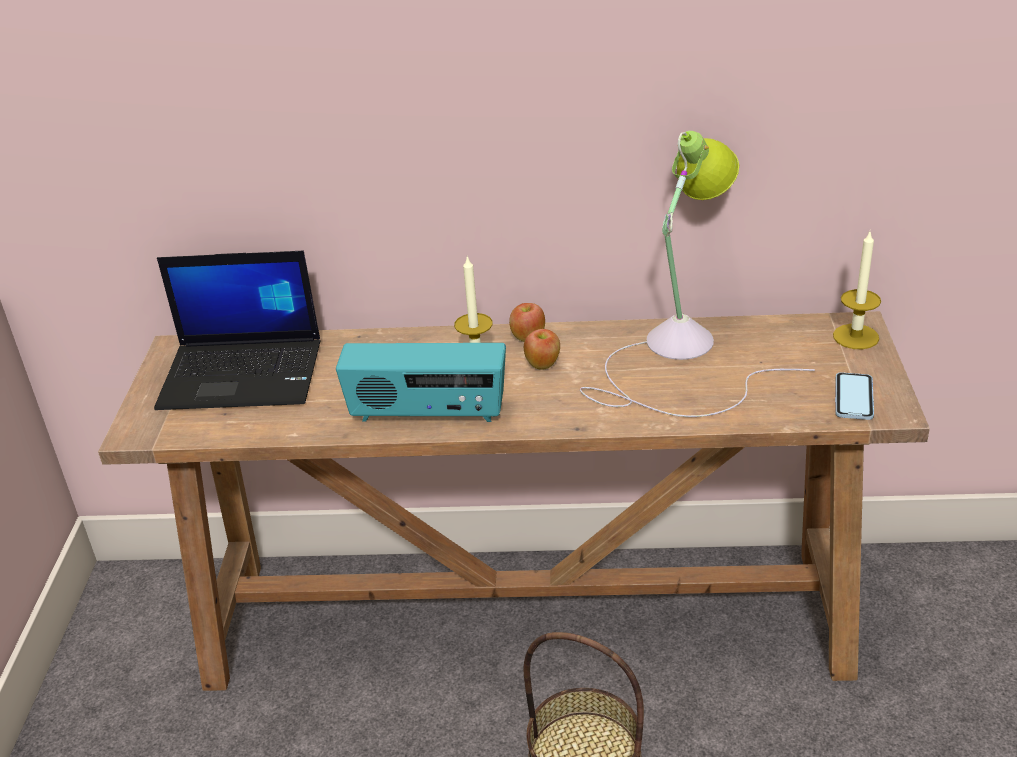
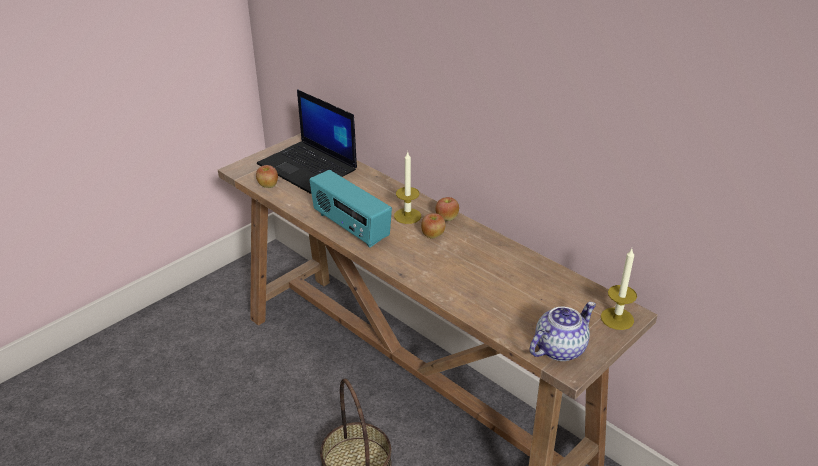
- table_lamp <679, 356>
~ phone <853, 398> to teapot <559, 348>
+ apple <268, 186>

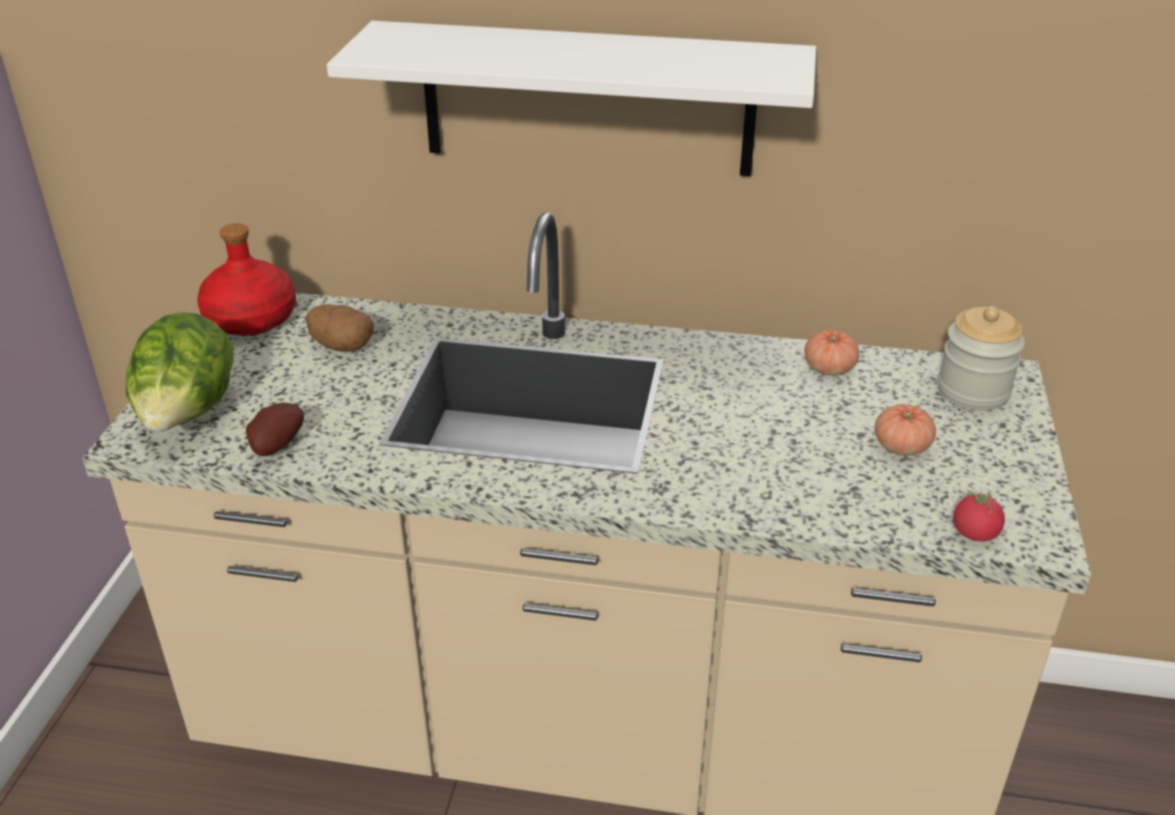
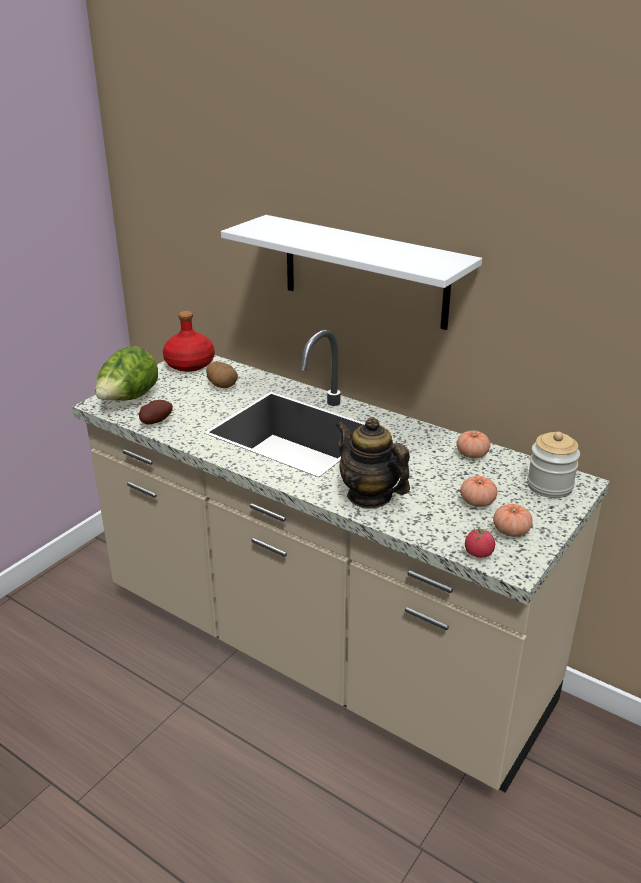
+ teapot <369, 496>
+ tomato <511, 531>

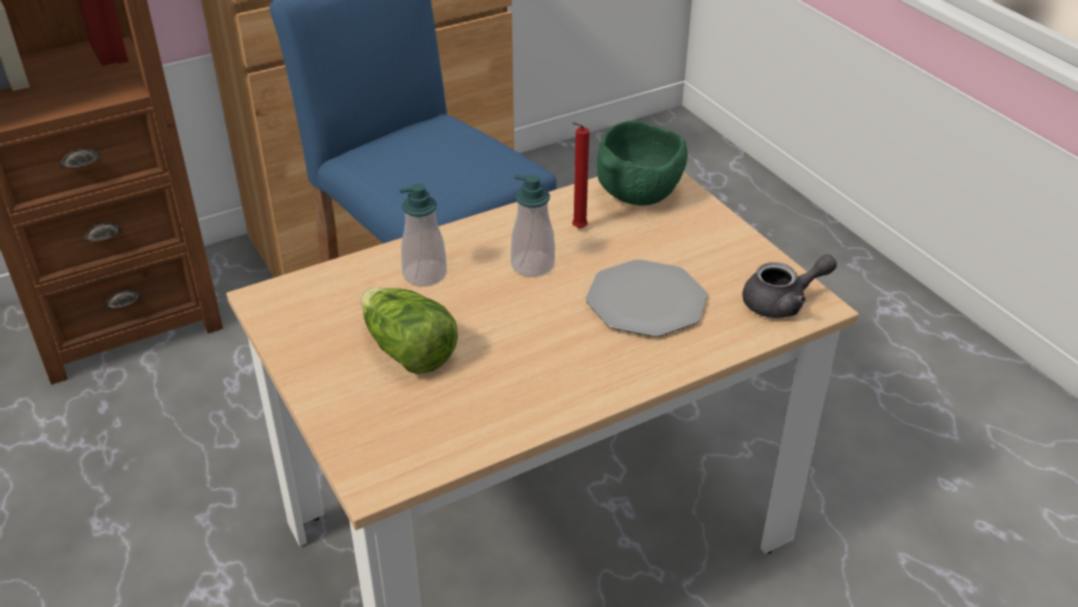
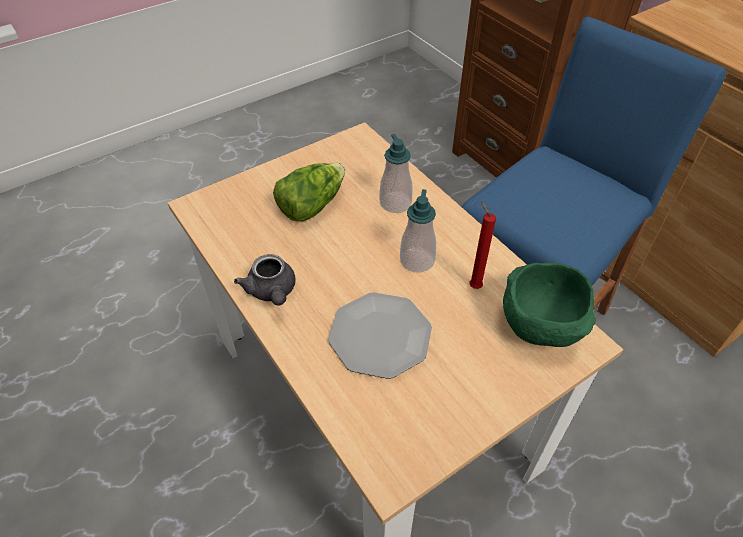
~ grey_teapot <782, 302> to <272, 292>

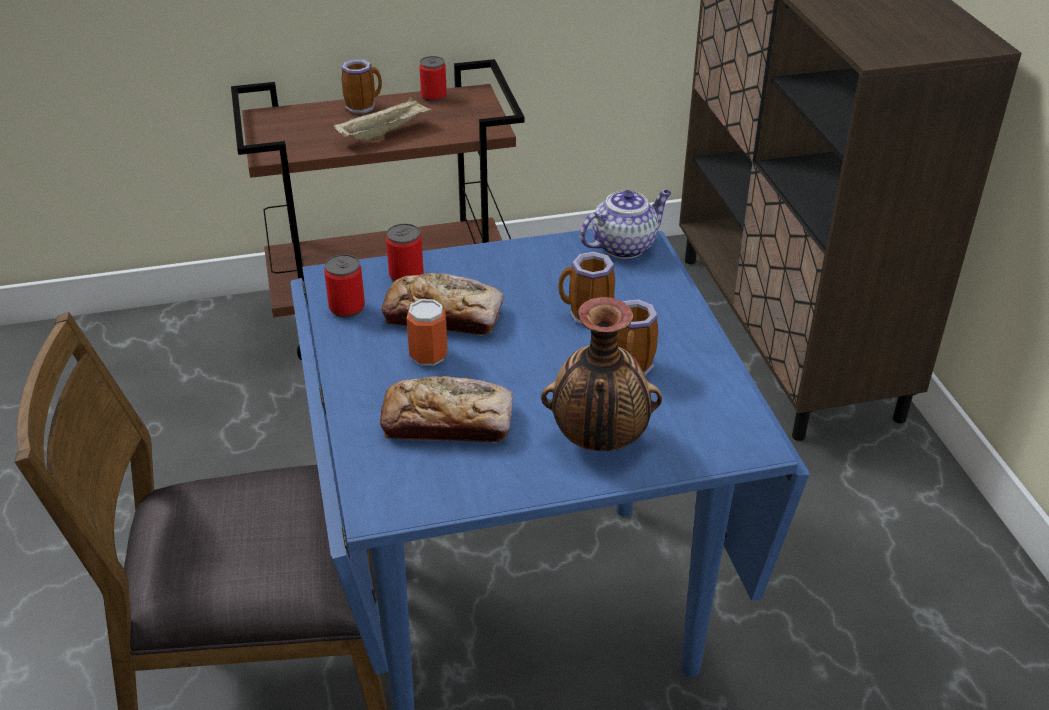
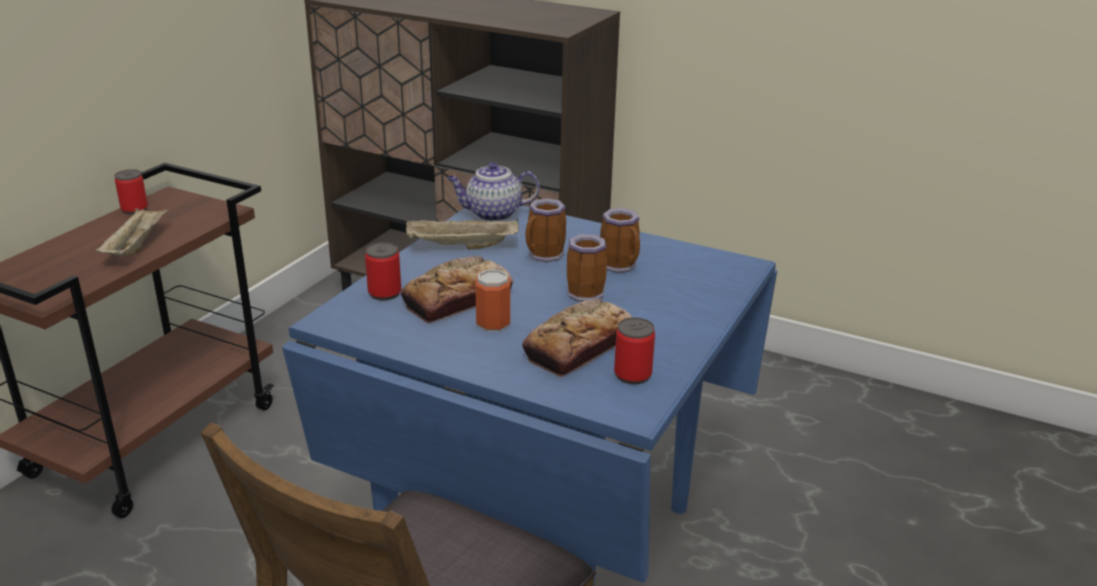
~ can <347, 308> to <632, 375>
~ mug <363, 106> to <585, 292>
- vase <599, 440>
~ teapot <624, 245> = <492, 214> 105 degrees counterclockwise
+ beige_tray <461, 247>

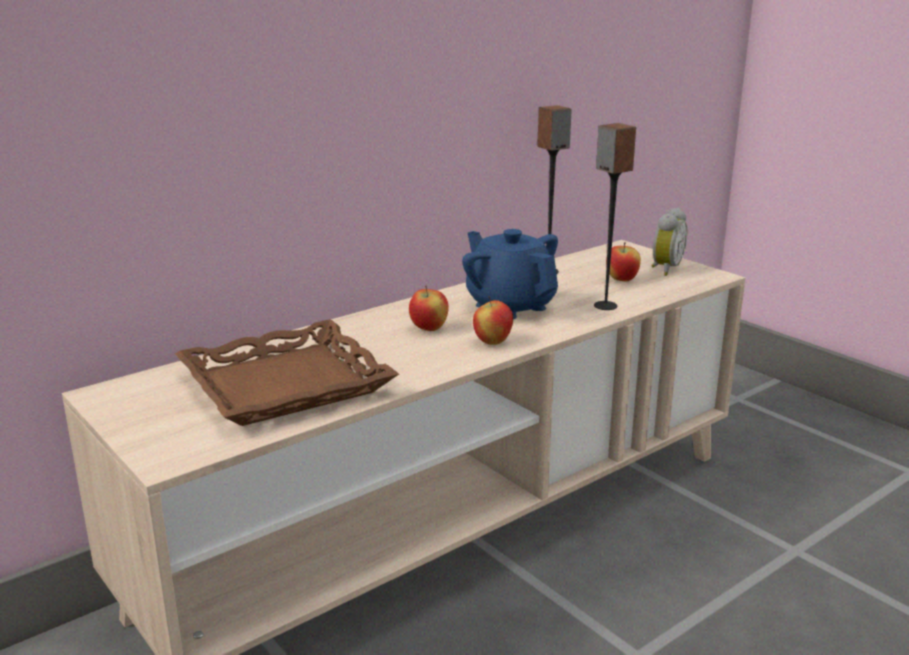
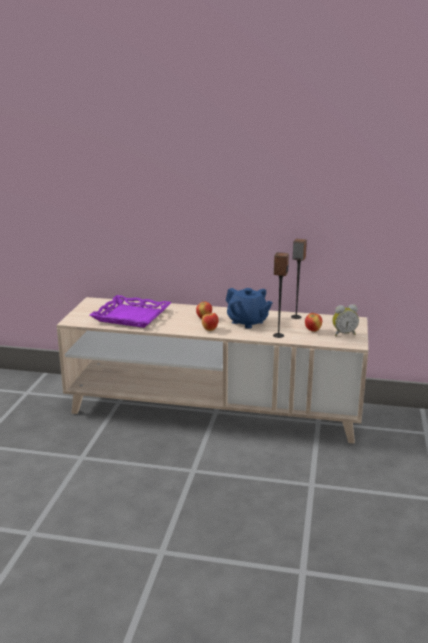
~ brown_tray <286, 385> to purple_tray <131, 316>
~ blue_teapot <510, 306> = <247, 322> 120 degrees clockwise

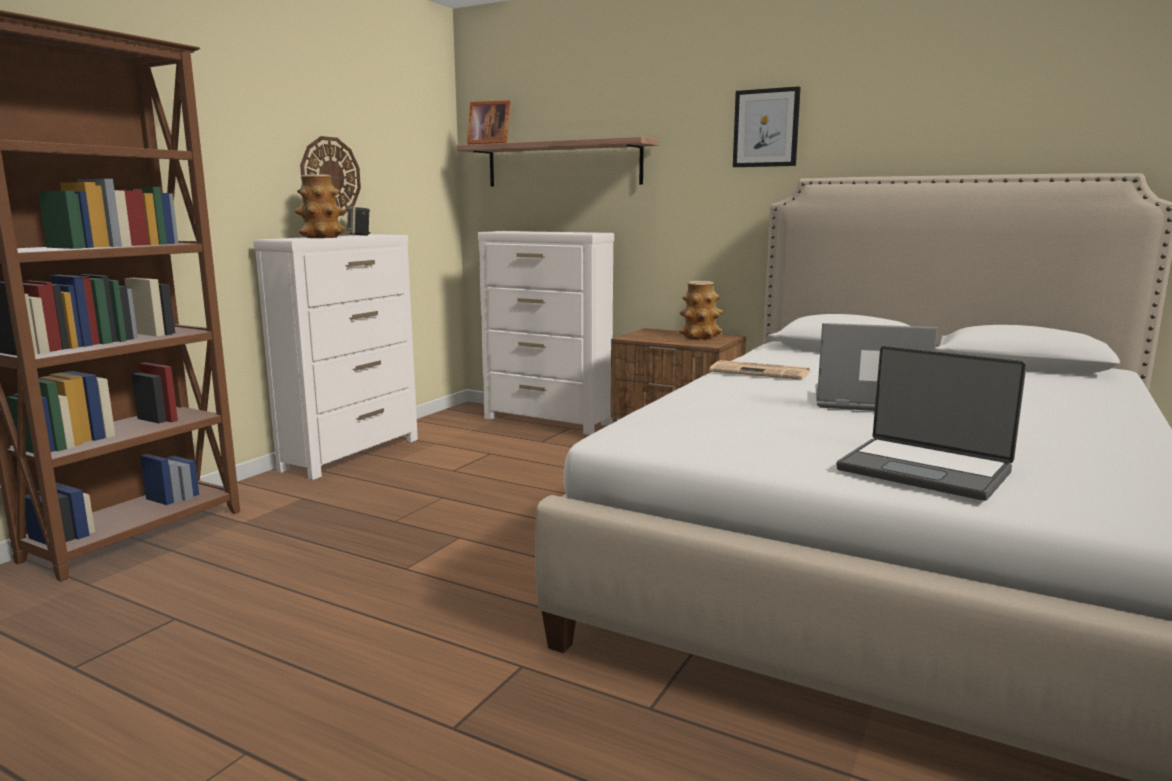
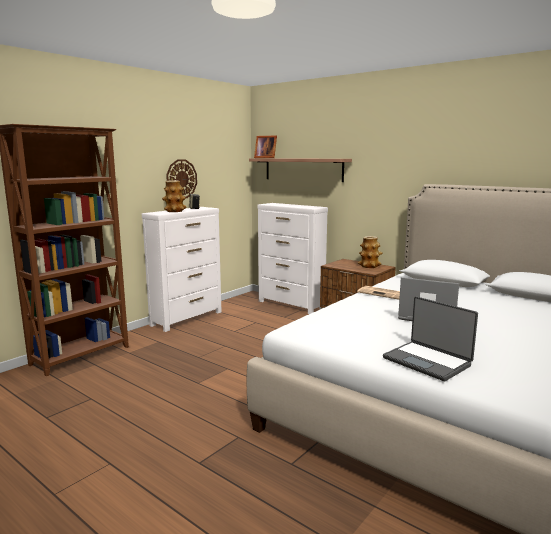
- picture <766, 128>

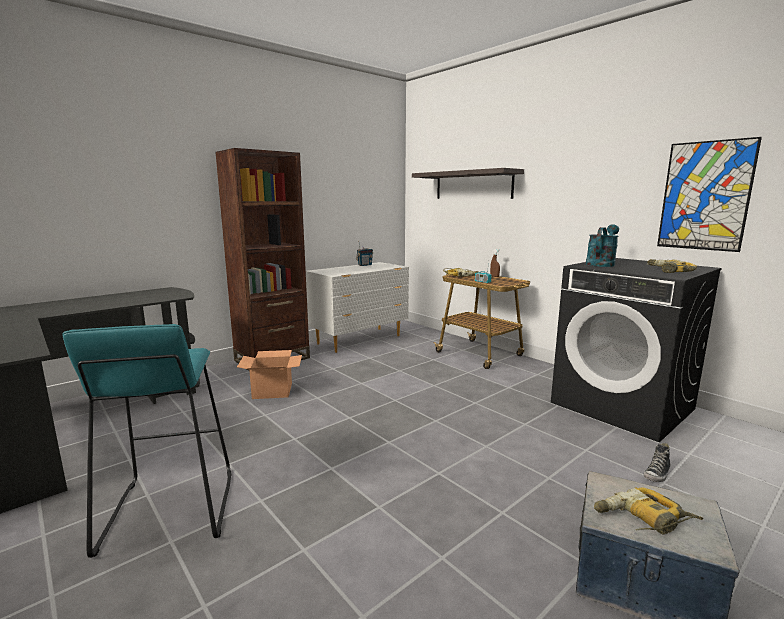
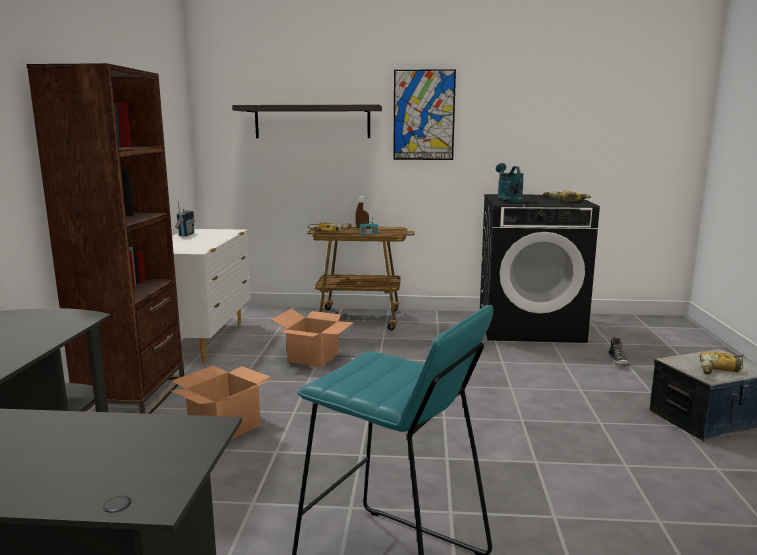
~ picture <705, 196> to <424, 115>
+ cardboard_box <313, 357>

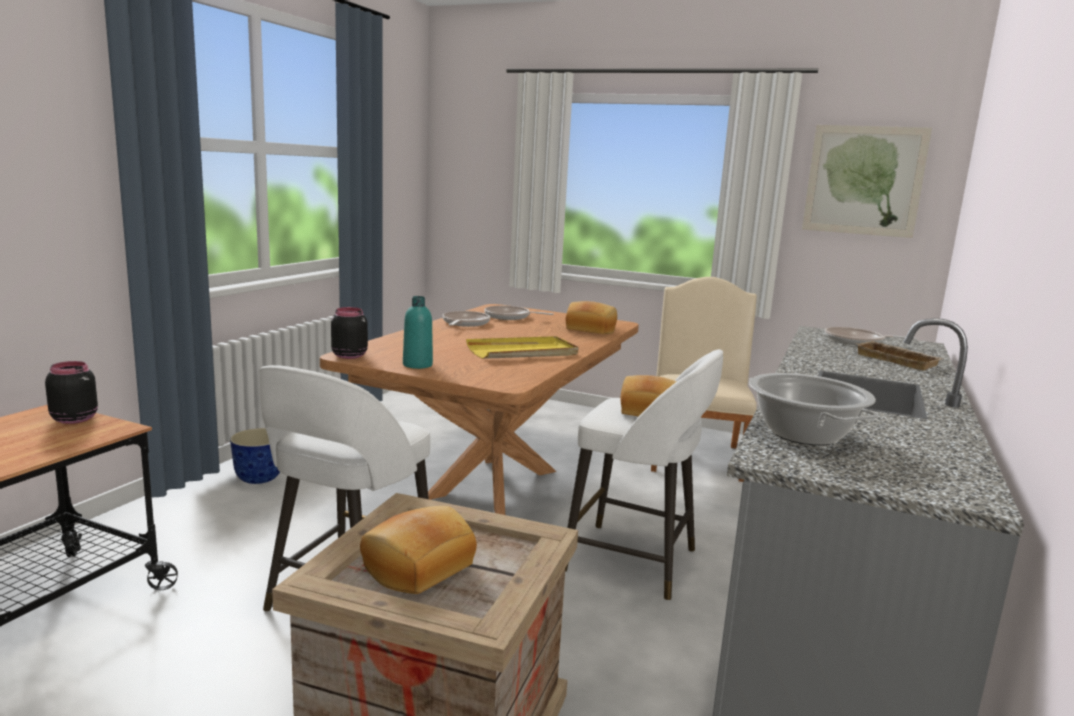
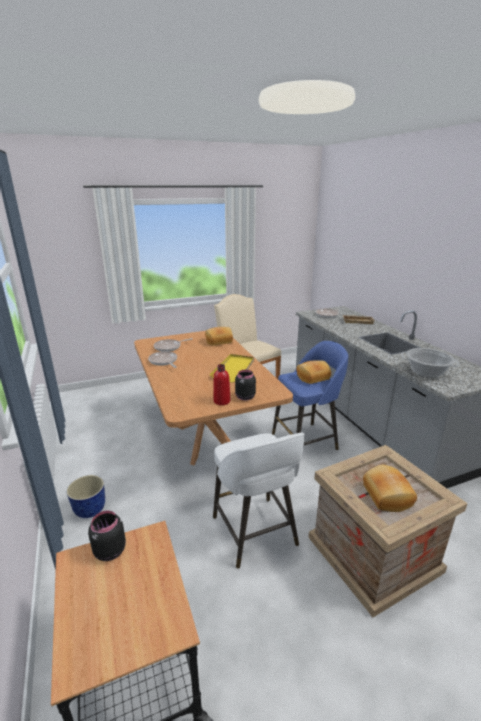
~ black_jar <348, 355> to <244, 397>
~ turquoise_bottle <417, 365> to red_bottle <222, 401>
~ white_stool <634, 561> to blue_stool <306, 441>
- picture <864, 180>

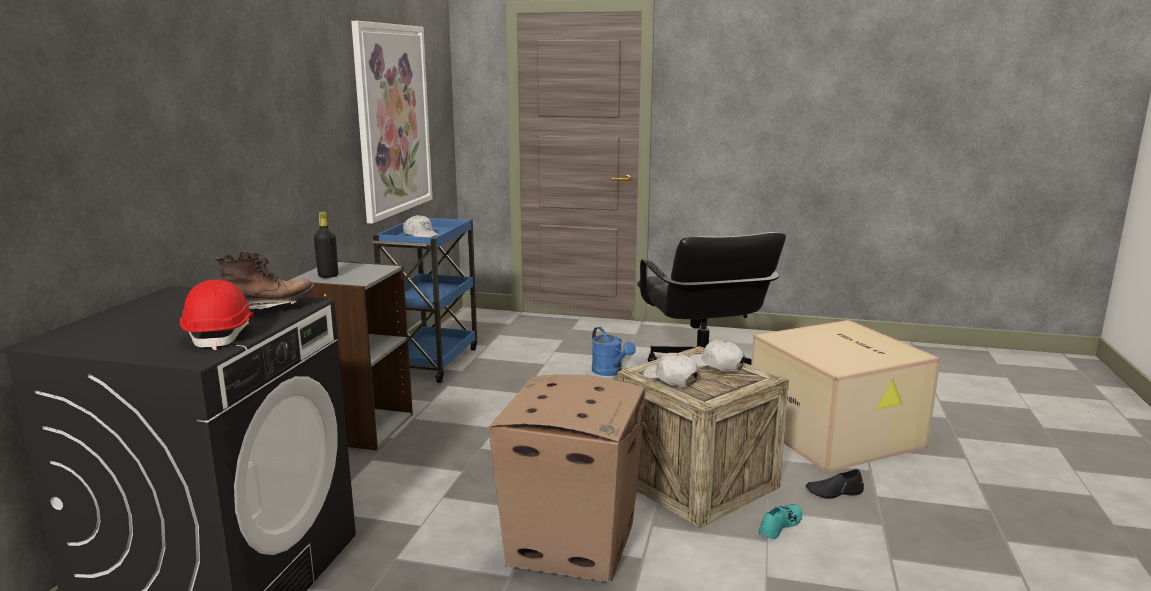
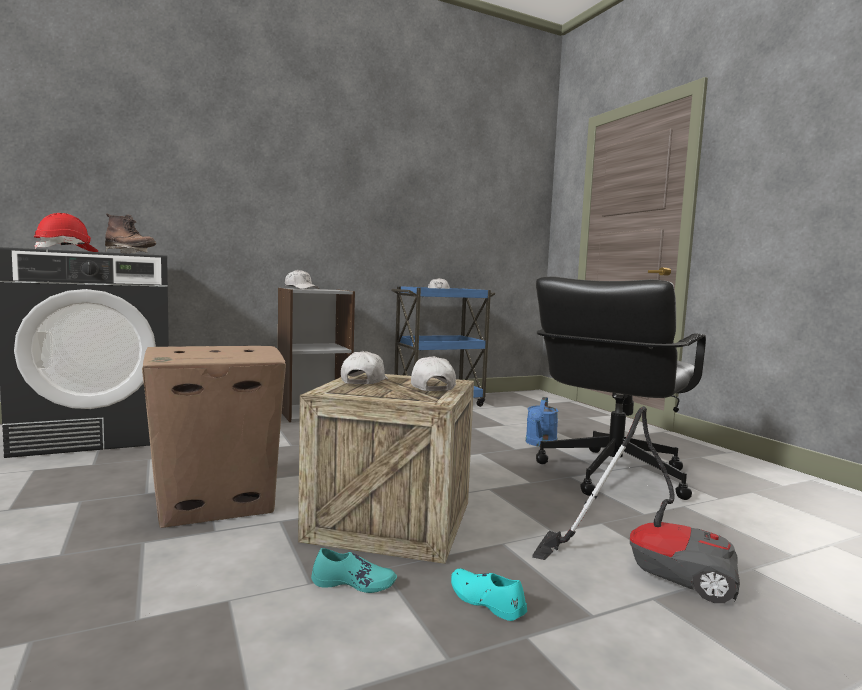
~ black_bottle <328, 276> to white_cap <301, 288>
- picture <392, 120>
~ cardboard_box <837, 433> to vacuum_cleaner <651, 569>
~ black_shoe <834, 492> to turquoise_shoe <485, 601>

